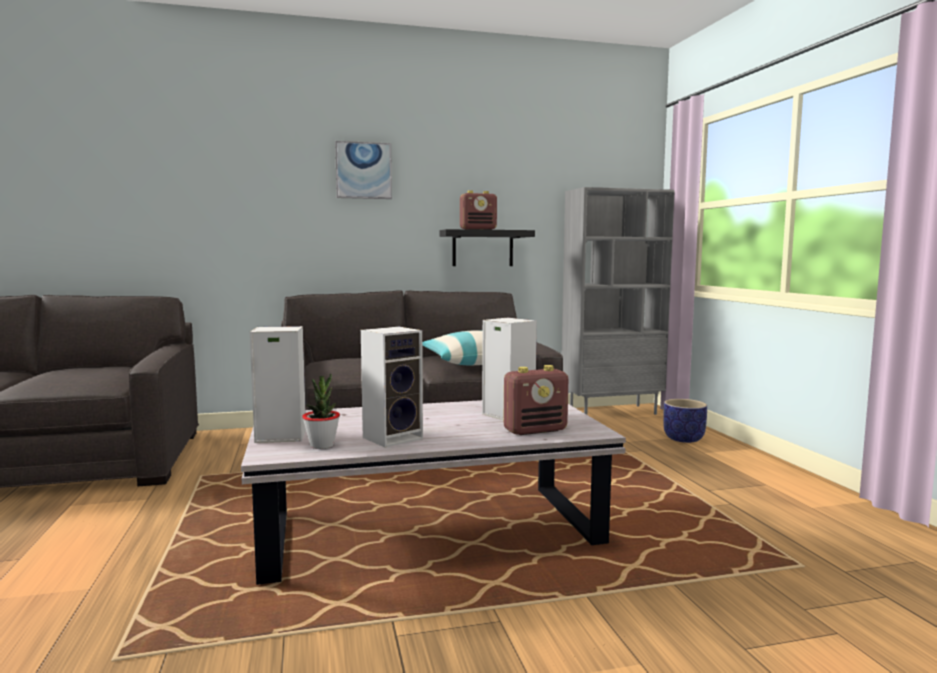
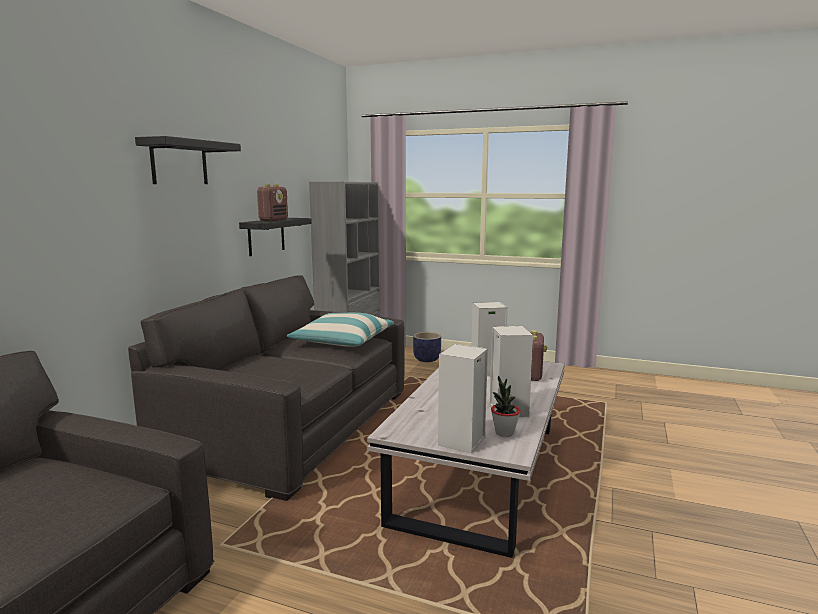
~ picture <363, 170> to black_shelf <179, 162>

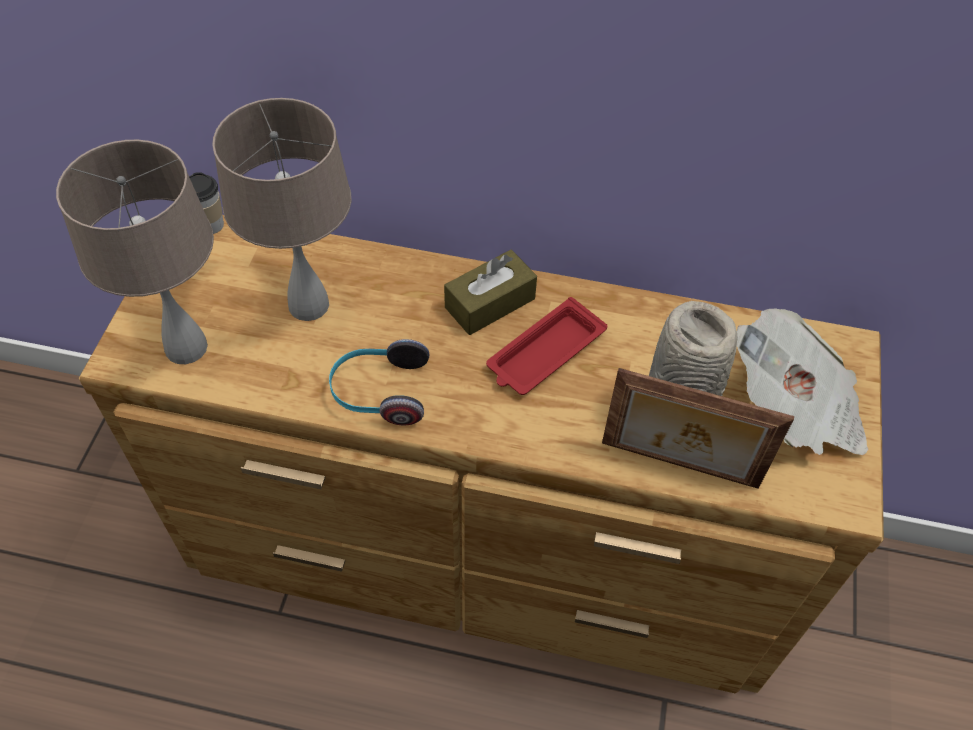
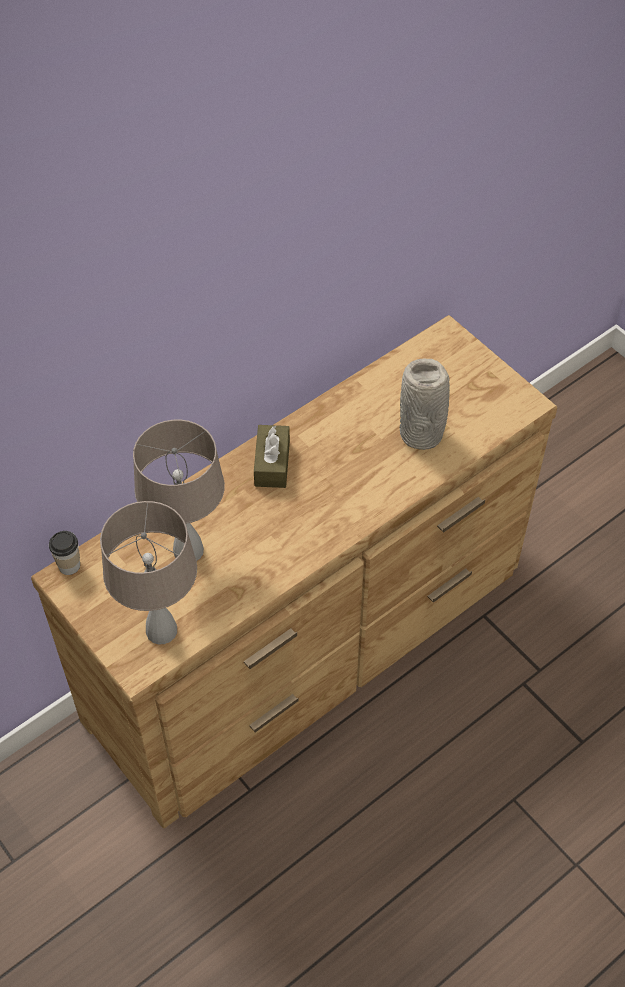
- headphones <379, 392>
- red_tray <544, 353>
- picture_frame <678, 466>
- newspaper <794, 409>

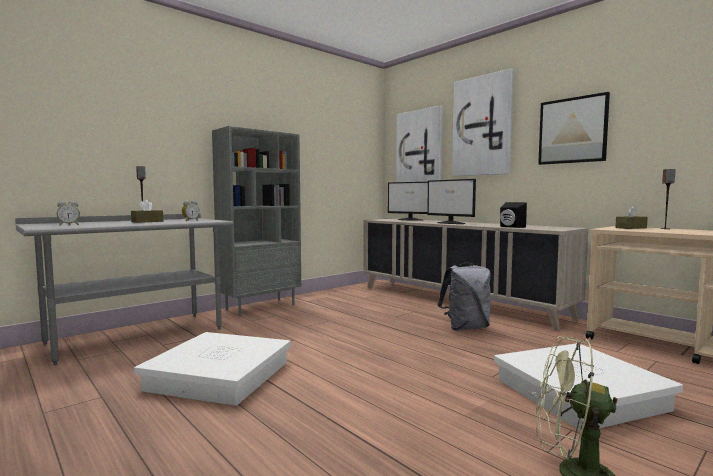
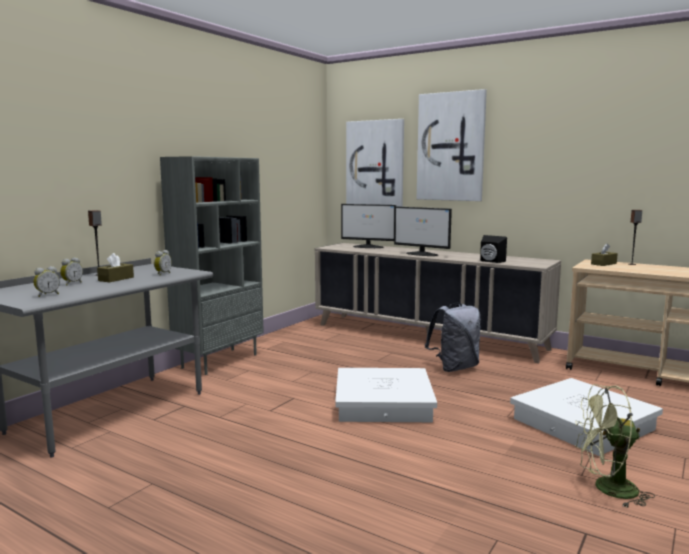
~ white_storage_box <219, 375> to <382, 403>
- picture <572, 130>
+ alarm_clock <71, 283>

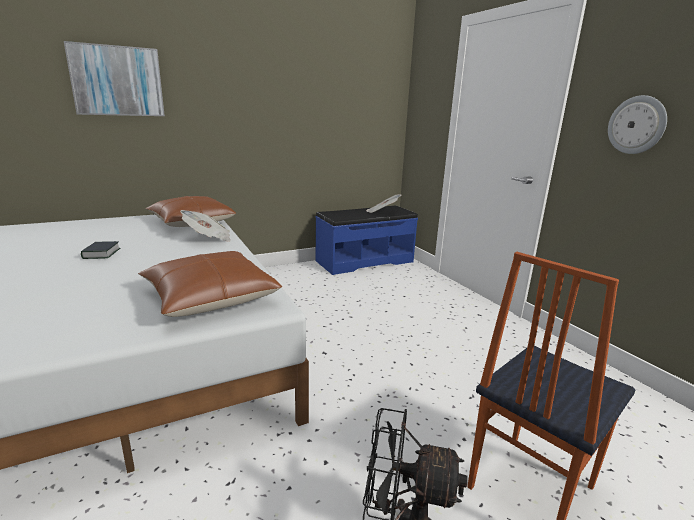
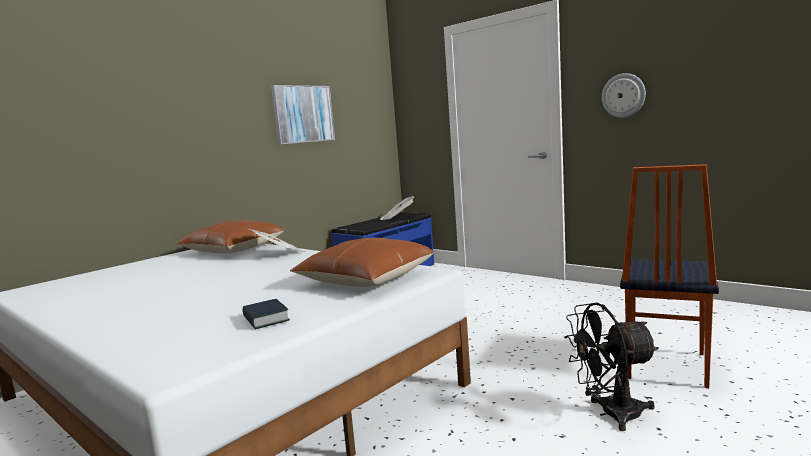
~ picture <117, 81> to <303, 114>
~ book <101, 253> to <266, 319>

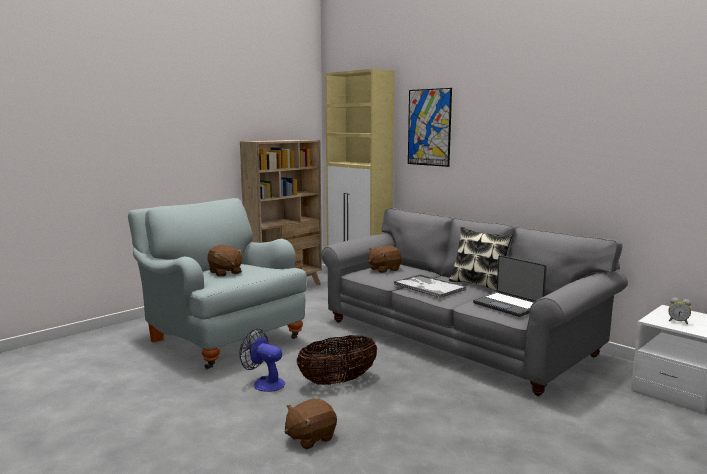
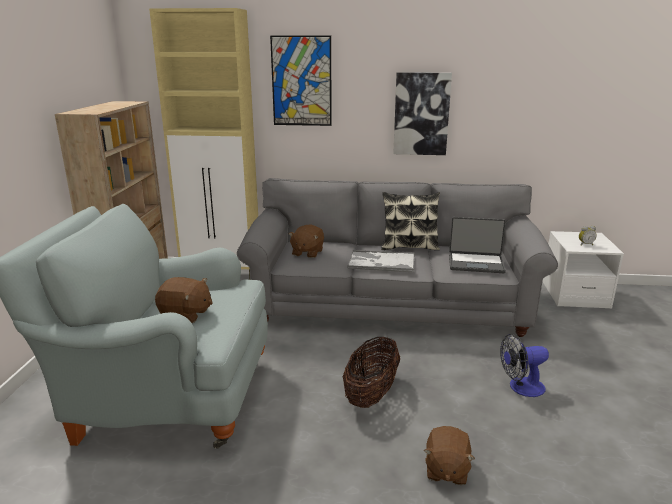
~ fan <264, 383> to <521, 387>
+ picture <421, 114>

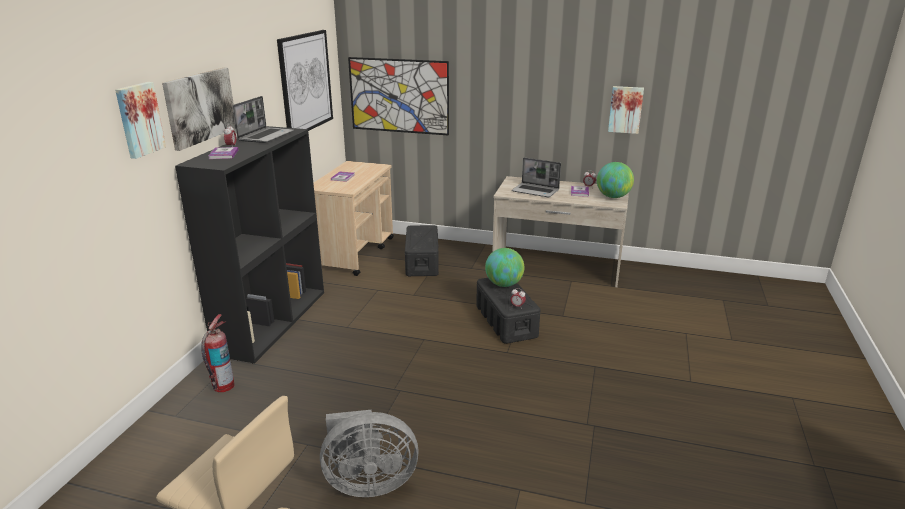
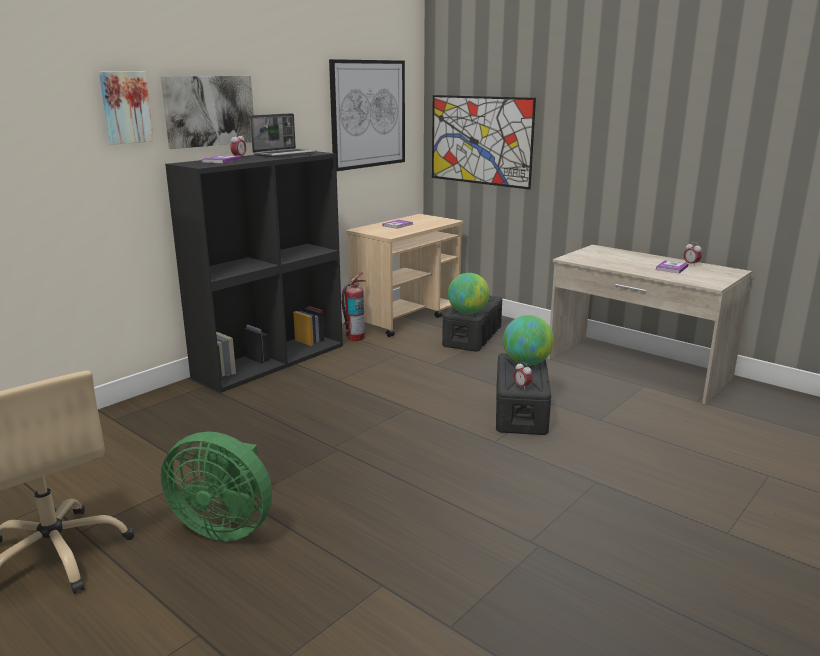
~ fire_extinguisher <223, 386> to <355, 338>
~ grey_fan <368, 482> to green_fan <225, 526>
- laptop <536, 191>
~ globe <613, 197> to <468, 313>
- picture <625, 109>

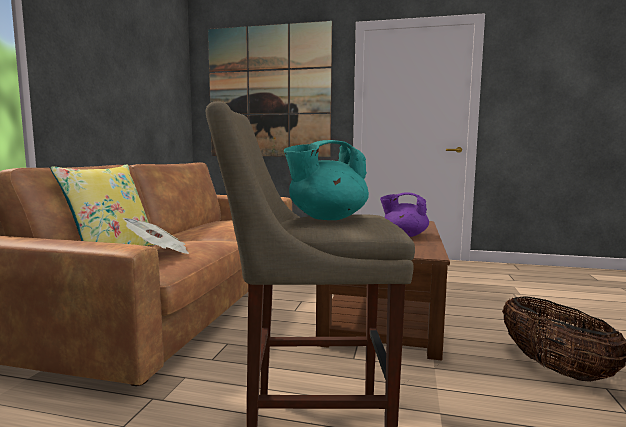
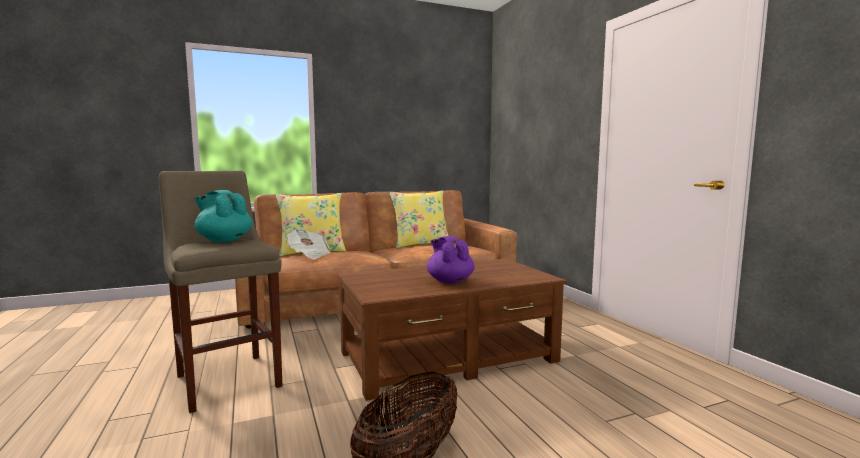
- picture <268, 92>
+ yellow_pillow <420, 244>

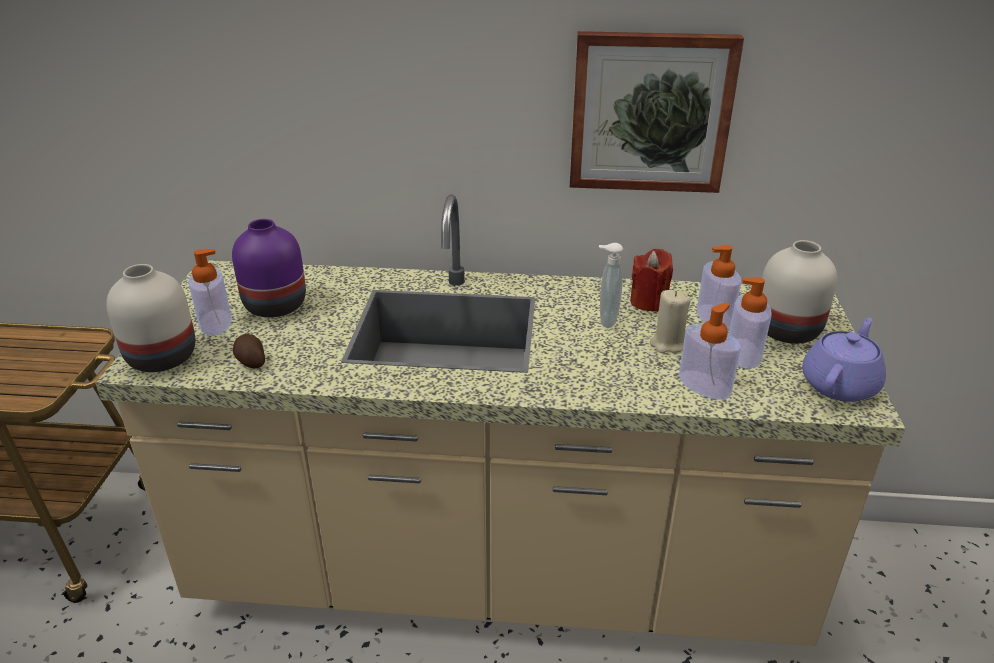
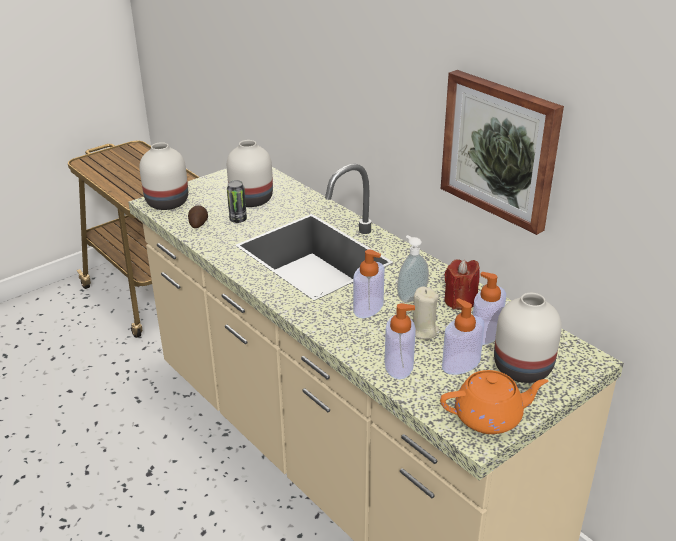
~ soap_dispenser <215, 323> to <368, 307>
~ purple_vase <277, 305> to white_vase <252, 200>
~ purple_teapot <840, 384> to orange_teapot <490, 417>
+ can <238, 220>

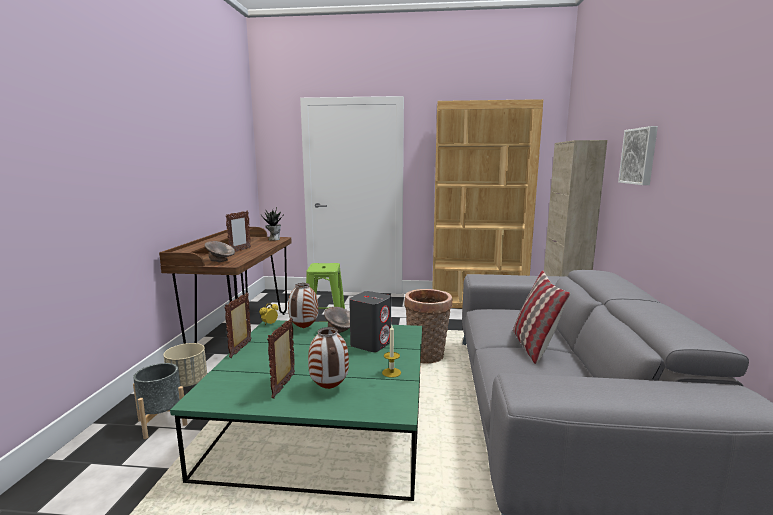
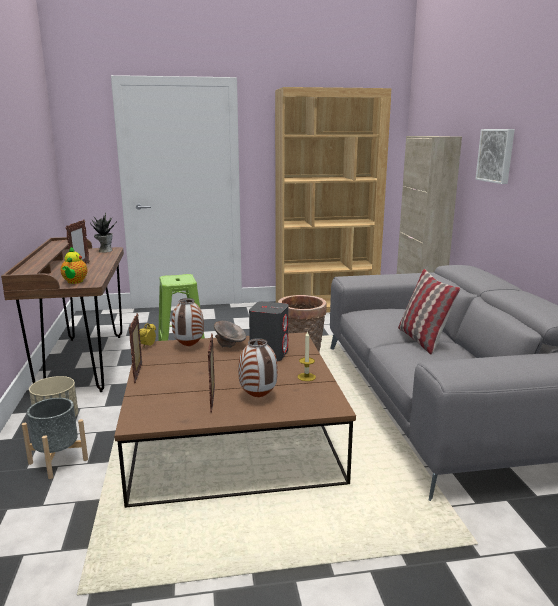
~ green_coffee_table <323, 422> to brown_coffee_table <232, 436>
~ grey_bowl <221, 262> to teapot <74, 282>

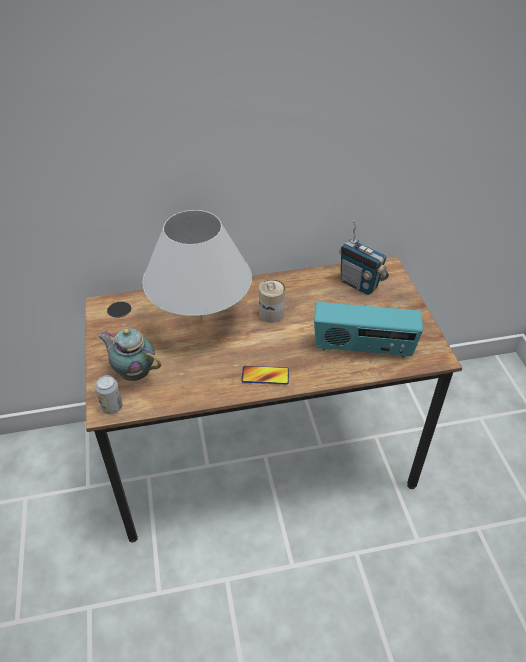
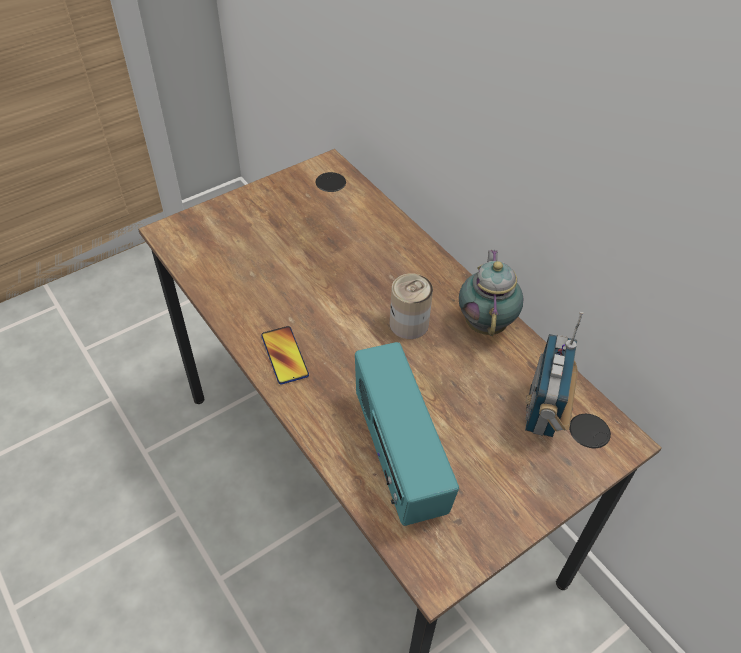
- can <112, 407>
~ teapot <134, 372> to <486, 322>
- white_table_lamp <201, 321>

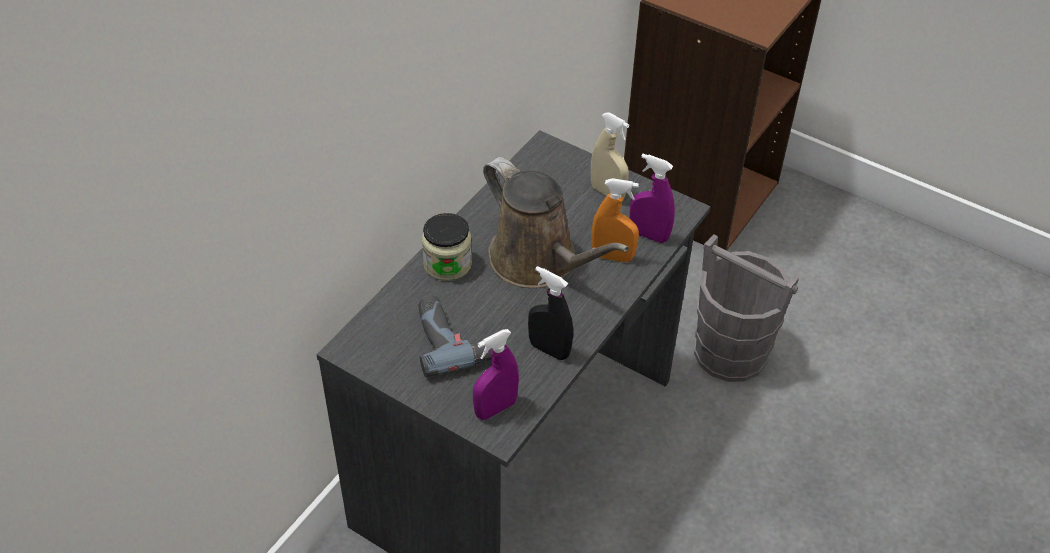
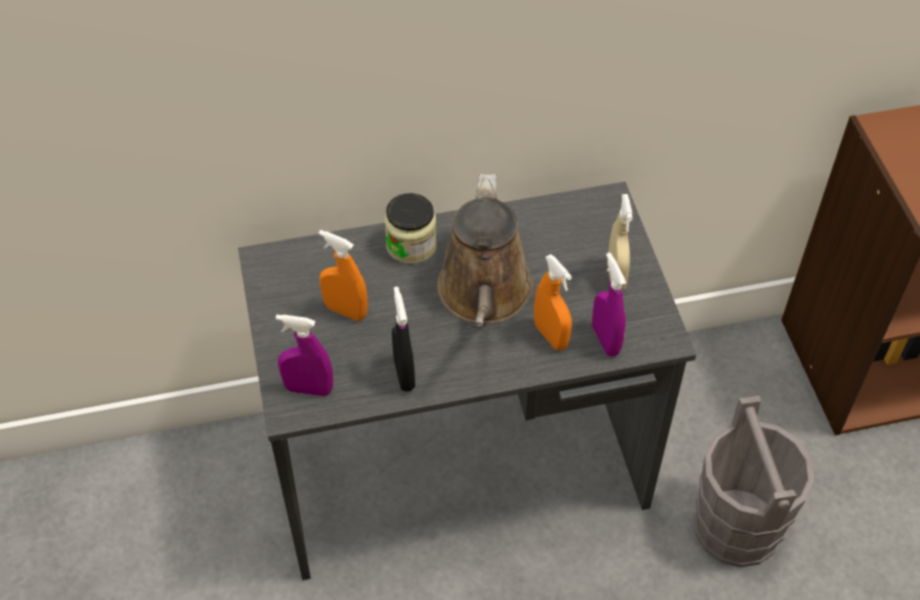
~ power_drill <456, 339> to orange_spray_bottle <345, 311>

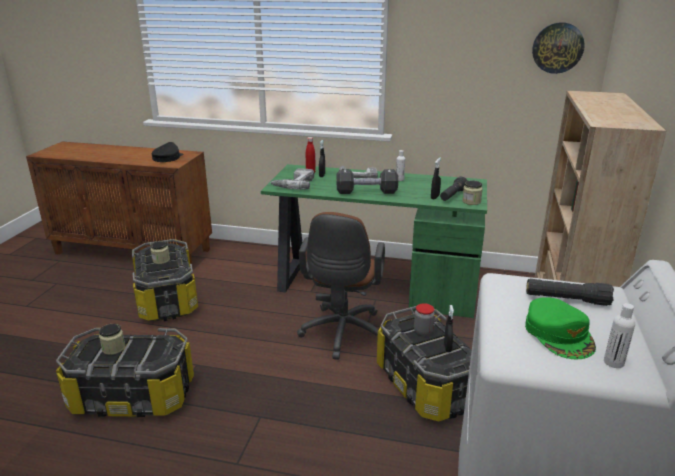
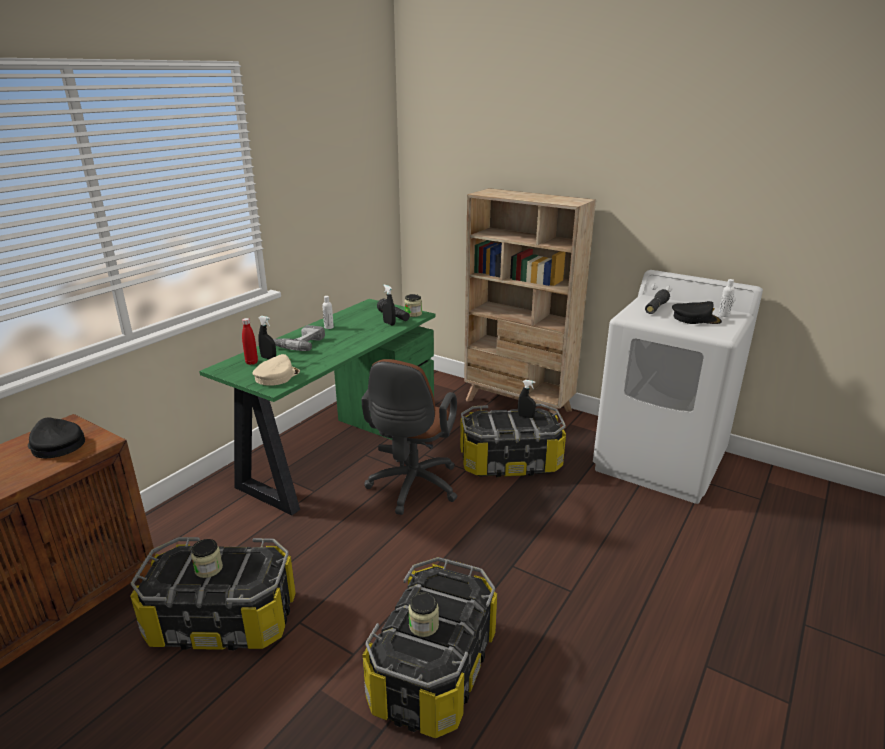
~ power_drill <293, 184> to beige_cap <276, 376>
~ brown_office_chair <342, 335> = <412, 488> 75 degrees clockwise
- black_dumbbell <366, 192>
- jar <423, 331>
~ green_cap <559, 334> to black_cap <695, 318>
- wall_clock <557, 48>

